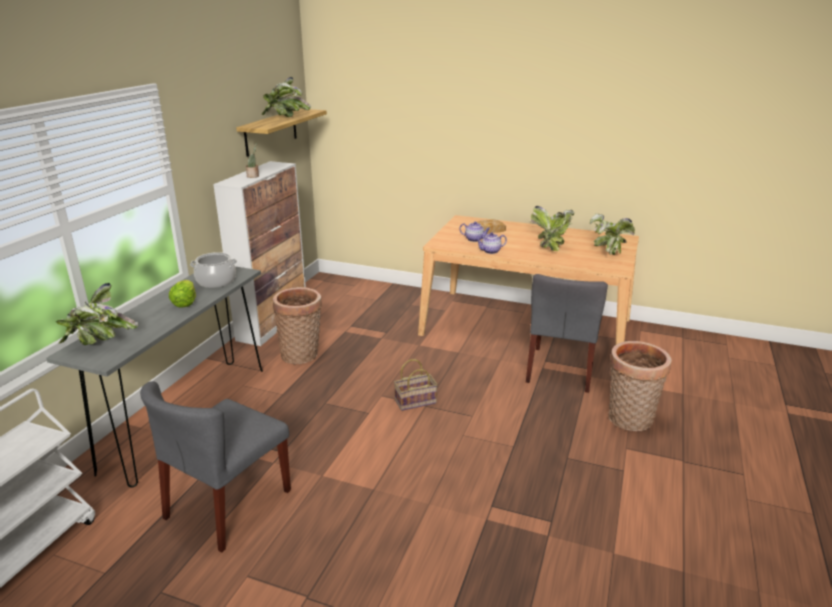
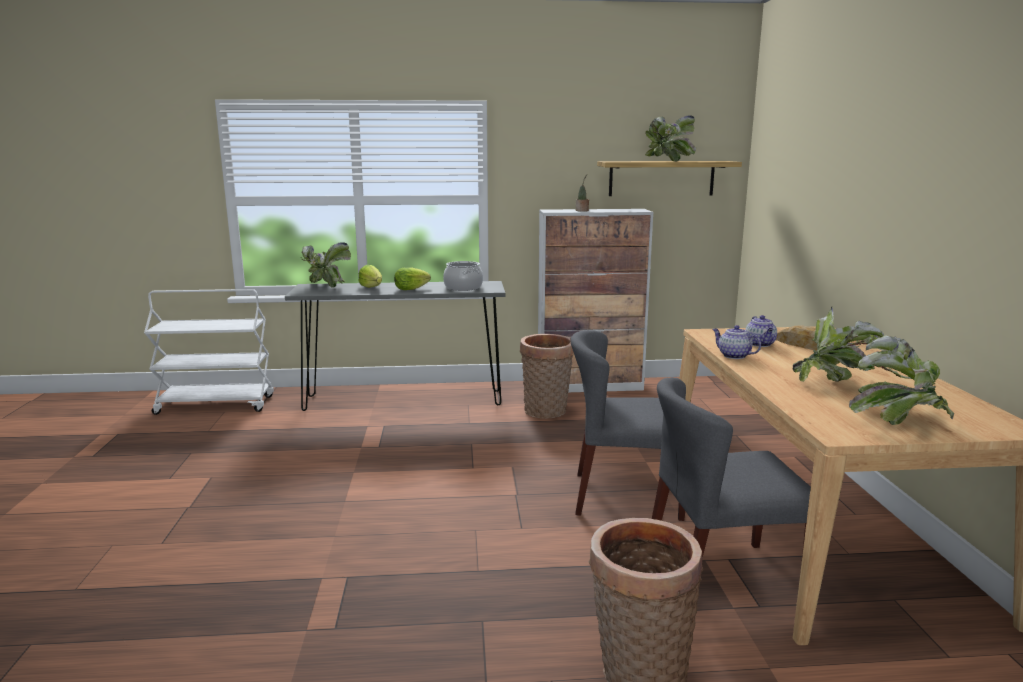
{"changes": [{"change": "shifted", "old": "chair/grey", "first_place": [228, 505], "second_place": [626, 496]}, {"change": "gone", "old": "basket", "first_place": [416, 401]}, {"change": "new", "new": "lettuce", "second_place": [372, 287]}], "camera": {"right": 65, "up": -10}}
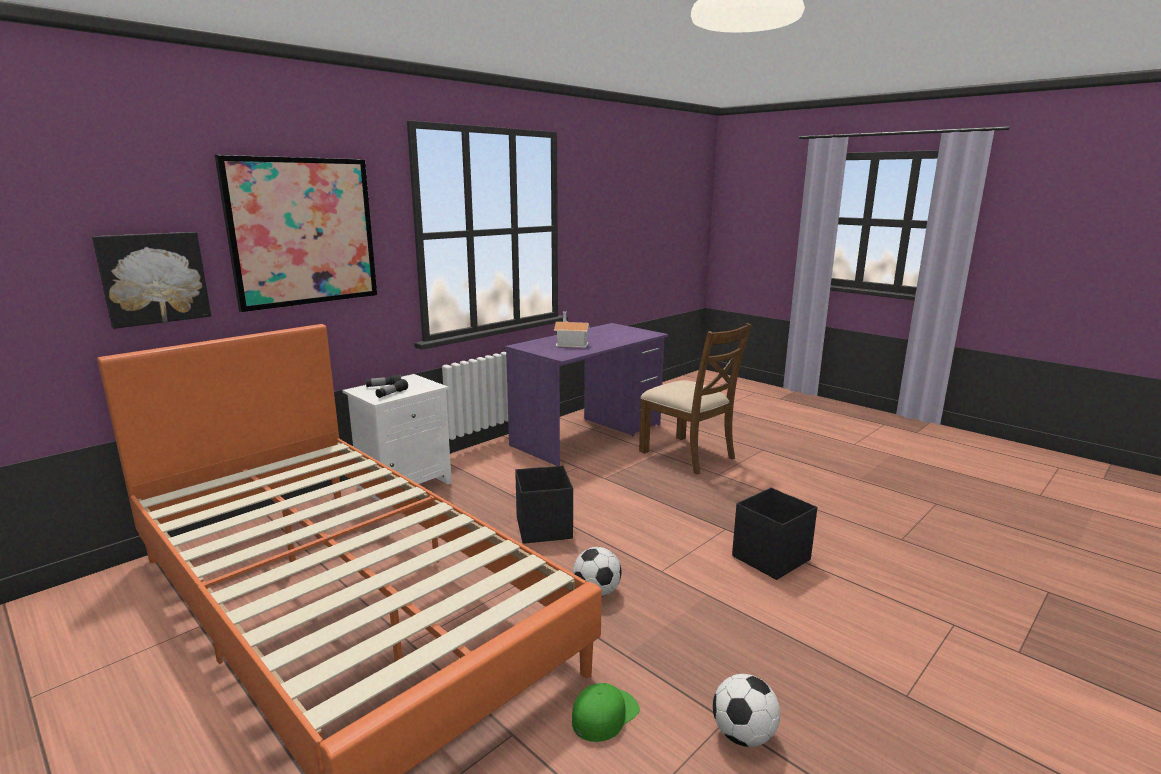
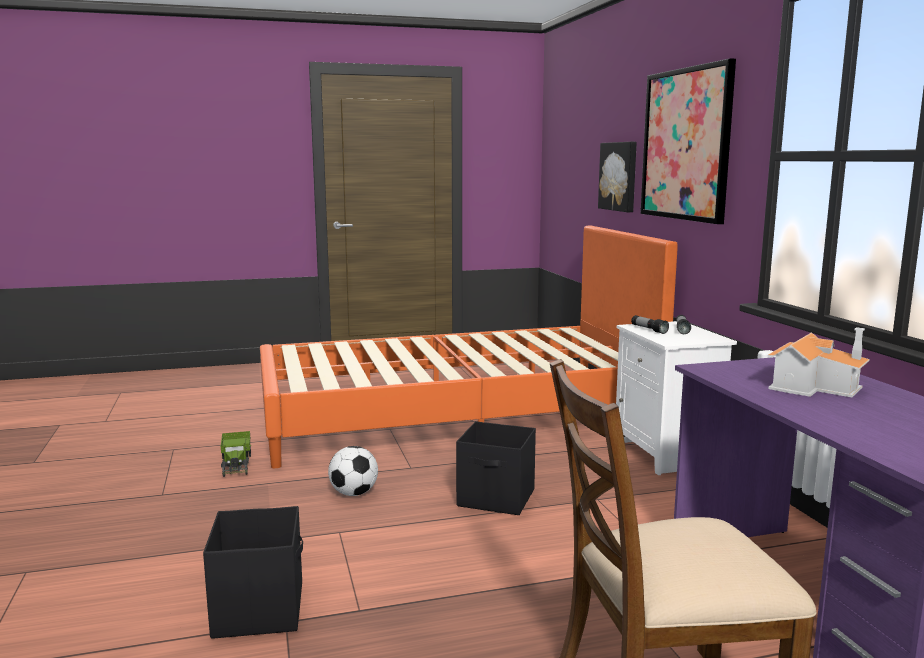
{"changes": [{"change": "swapped", "old": "cap/green", "new": "toy truck", "first_place": [604, 714], "second_place": [236, 463]}, {"change": "gone", "old": "football", "first_place": [743, 735]}], "camera": {"right": 120, "up": -5}}
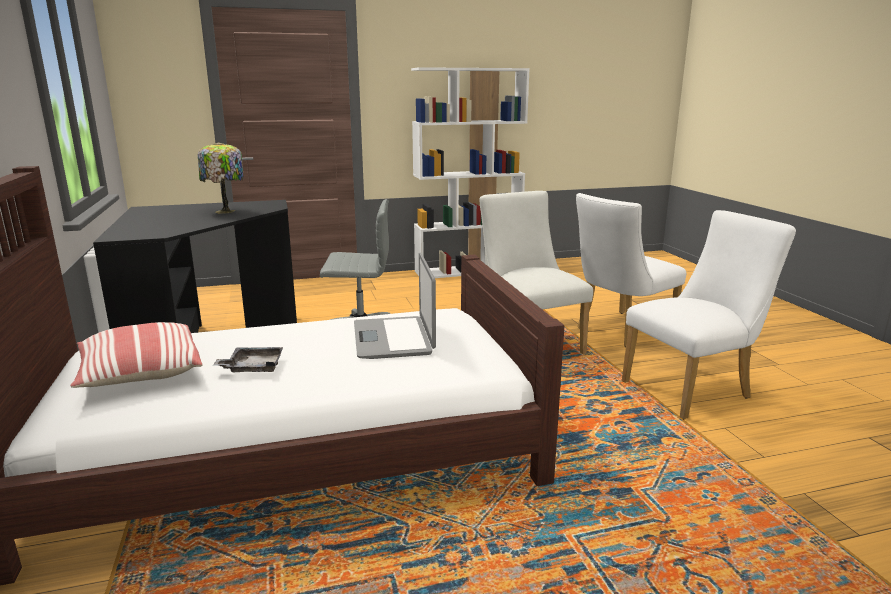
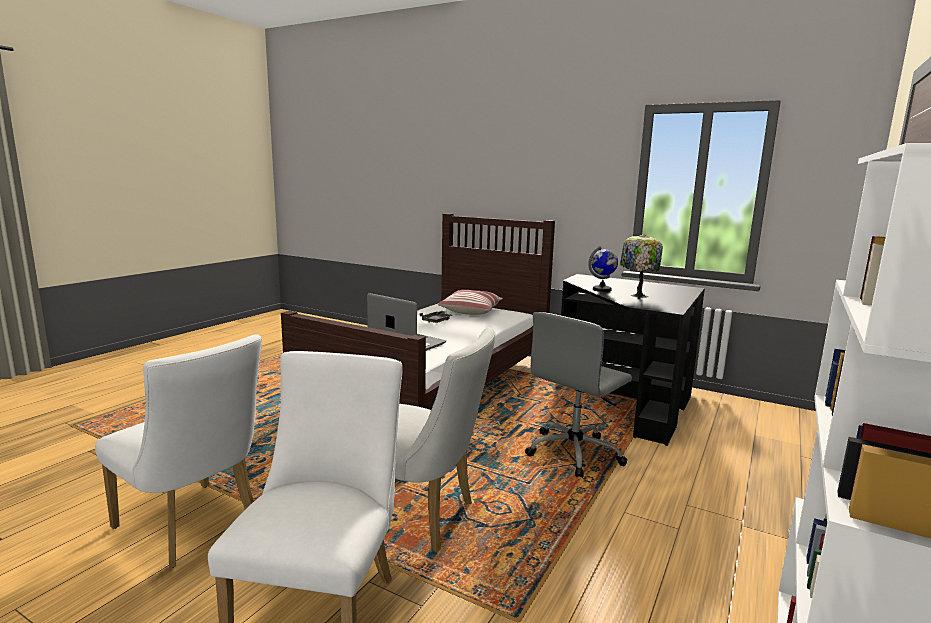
{"changes": [{"change": "rotated", "old": "chair/white", "first_place": [693, 389], "second_place": [194, 528], "degrees": -75}, {"change": "new", "new": "globe", "second_place": [602, 290]}], "camera": {"right": 135, "up": -5}}
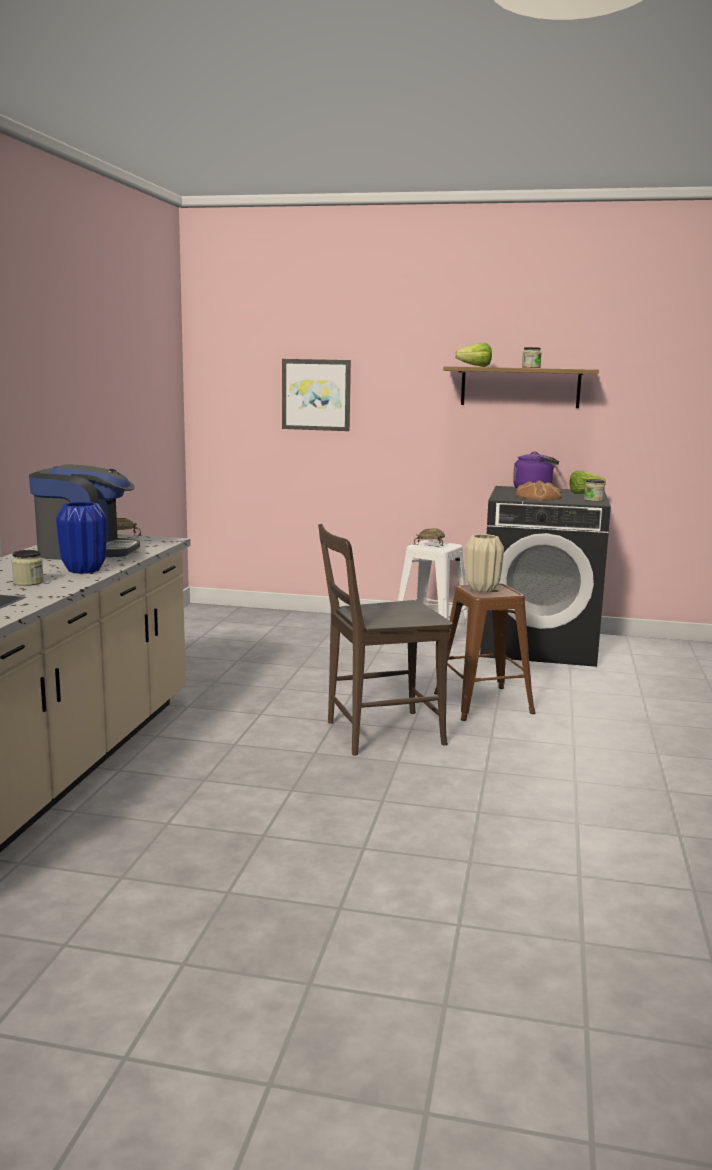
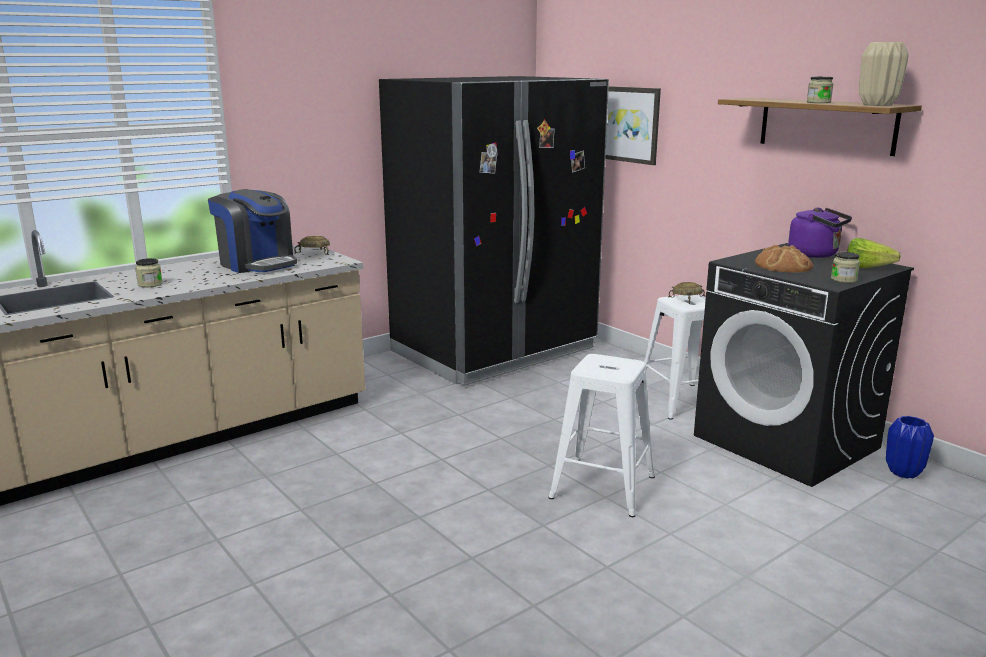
{"changes": [{"change": "shifted", "old": "vase/blue", "first_place": [84, 570], "second_place": [904, 472]}, {"change": "gone", "old": "chair/brown", "first_place": [378, 733]}, {"change": "repainted", "old": "stool/brown", "new": "stool/white", "first_place": [483, 702], "second_place": [604, 486]}, {"change": "gone", "old": "lettuce", "first_place": [472, 366]}, {"change": "shifted", "old": "vase/beige", "first_place": [482, 589], "second_place": [878, 105]}, {"change": "new", "new": "fridge/black", "second_place": [494, 350]}], "camera": {"right": 40, "up": 5}}
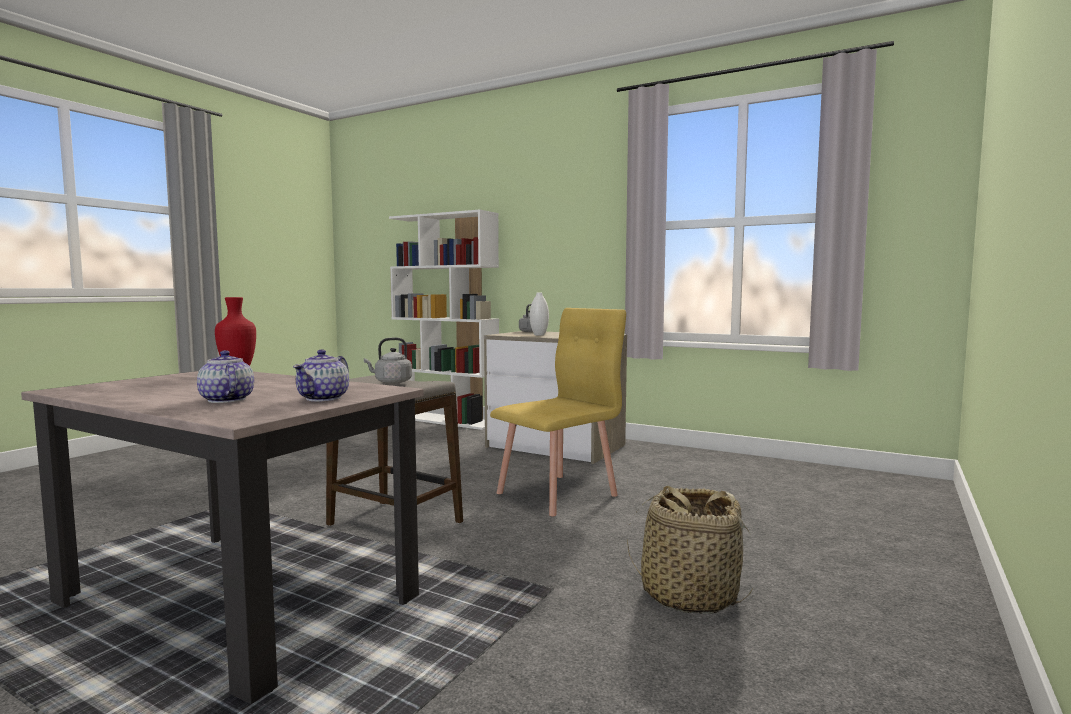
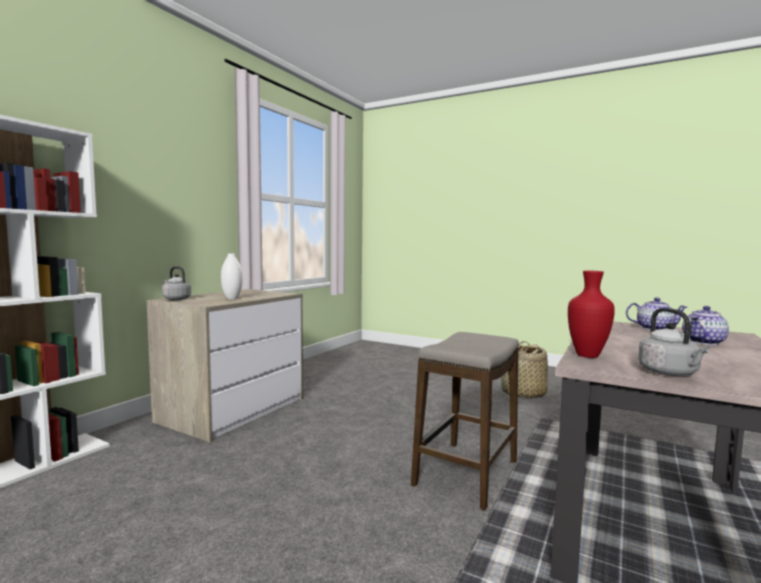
{"changes": [{"change": "shifted", "old": "kettle/grey", "first_place": [391, 382], "second_place": [670, 373]}, {"change": "gone", "old": "chair/yellow", "first_place": [558, 494]}], "camera": {"right": -90, "up": 0}}
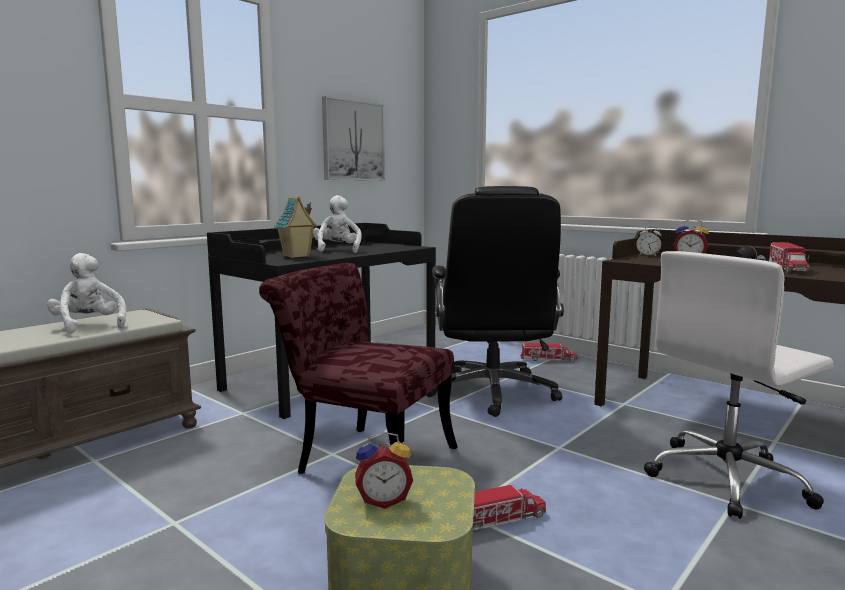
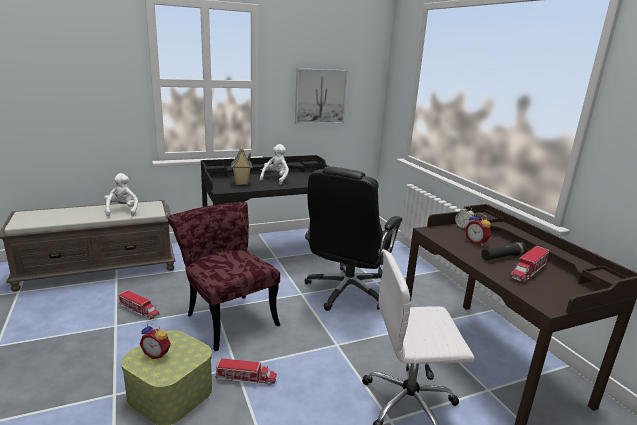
{"changes": [{"change": "shifted", "old": "toy truck", "first_place": [548, 359], "second_place": [139, 310]}], "camera": {"right": 25, "up": 10}}
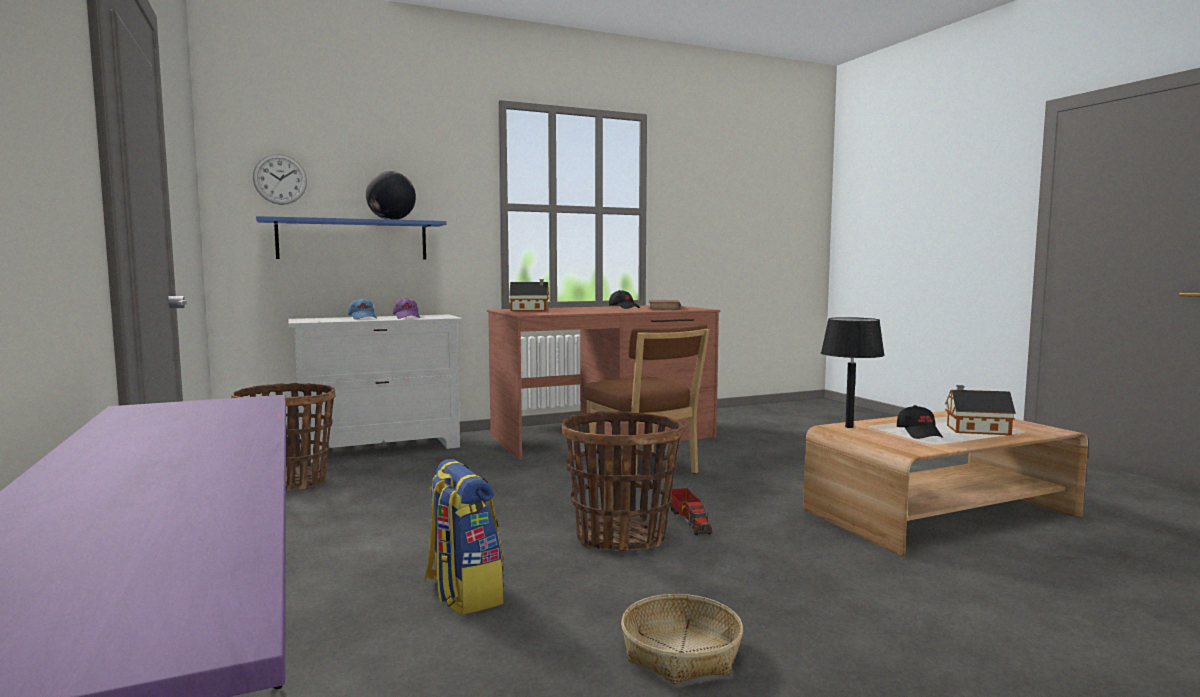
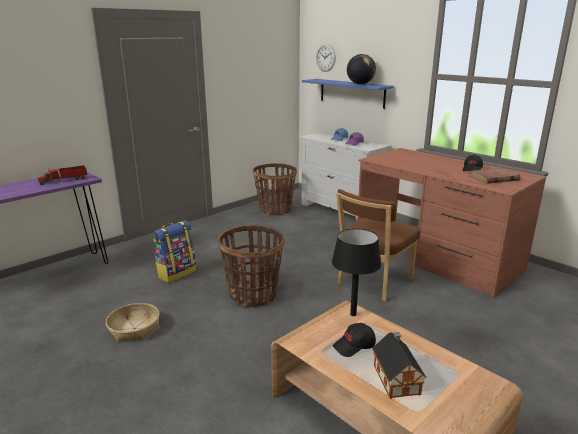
{"changes": [{"change": "gone", "old": "toy house", "first_place": [531, 310]}, {"change": "shifted", "old": "toy truck", "first_place": [689, 520], "second_place": [65, 180]}], "camera": {"right": 70, "up": 15}}
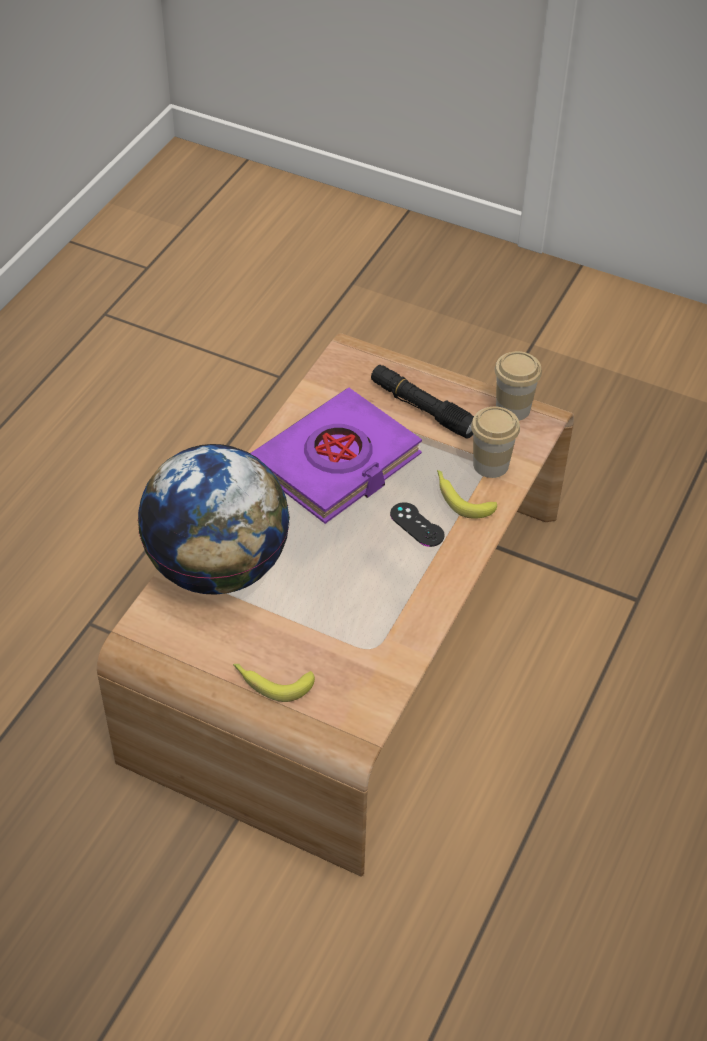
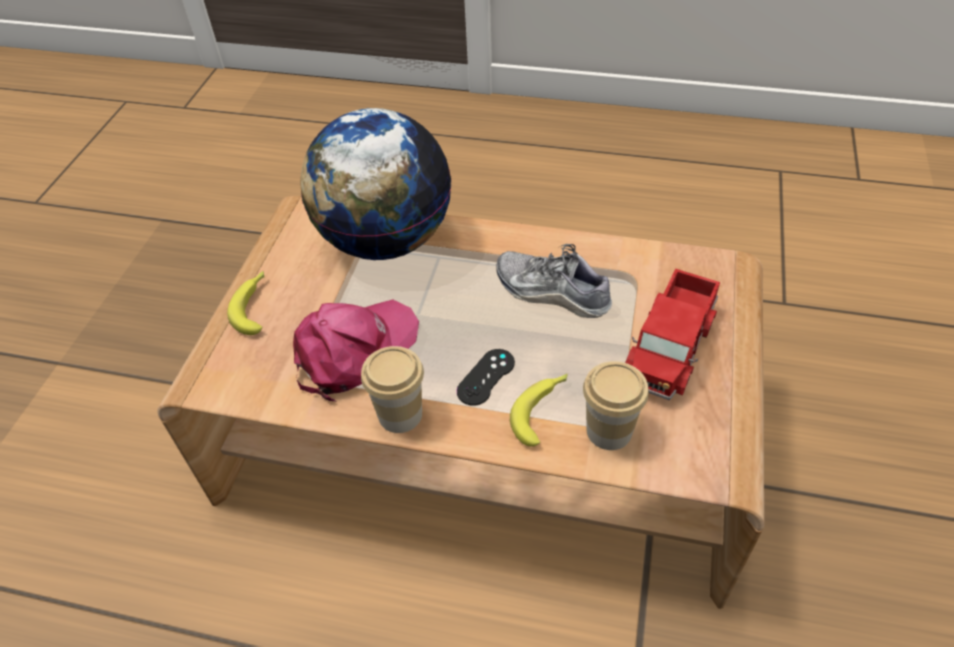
{"changes": [{"change": "swapped", "old": "book/purple", "new": "shoe", "first_place": [337, 463], "second_place": [552, 292]}, {"change": "swapped", "old": "flashlight/black", "new": "toy truck", "first_place": [422, 408], "second_place": [670, 347]}, {"change": "shifted", "old": "cup", "first_place": [513, 408], "second_place": [400, 414]}, {"change": "new", "new": "cap/pink", "second_place": [354, 351]}], "camera": {"right": 80, "up": 0}}
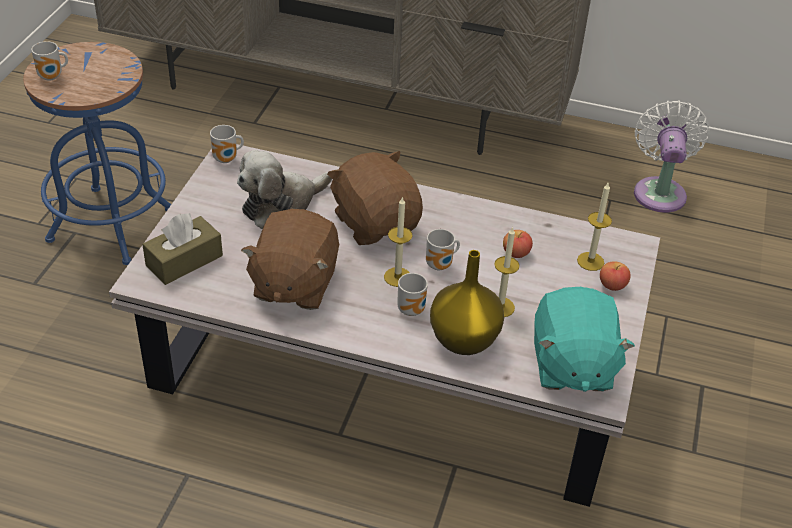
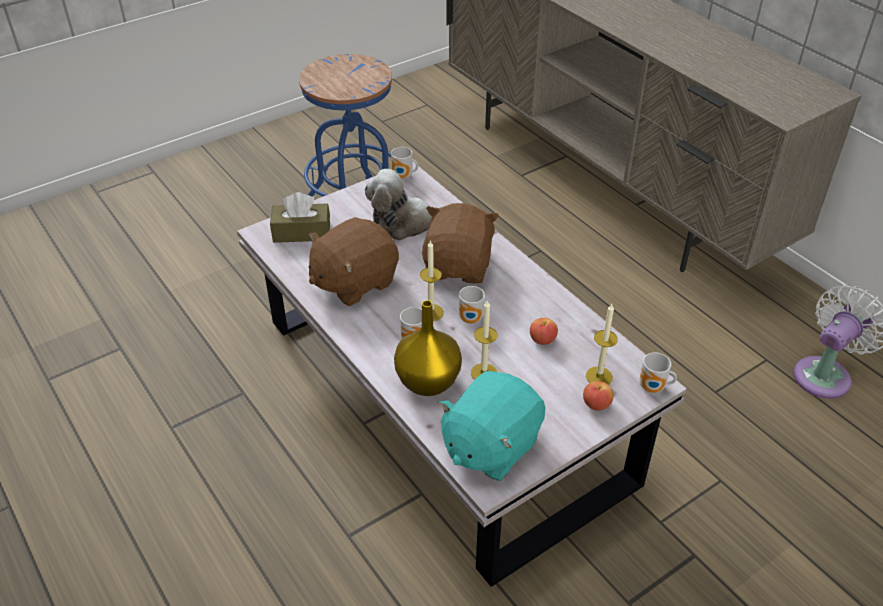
{"changes": [{"change": "shifted", "old": "mug", "first_place": [52, 77], "second_place": [653, 388]}], "camera": {"right": 40, "up": 0}}
